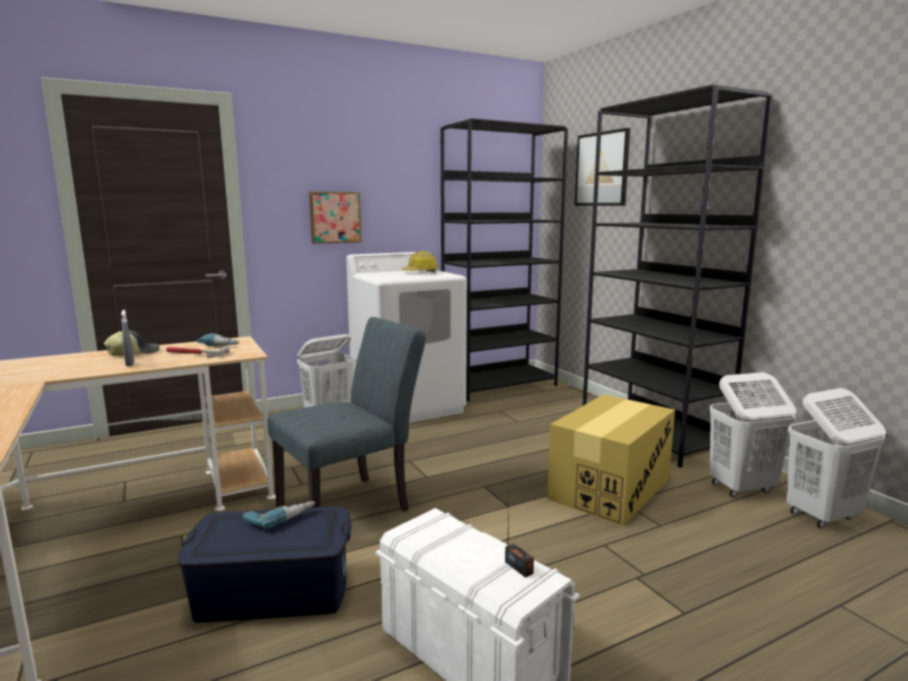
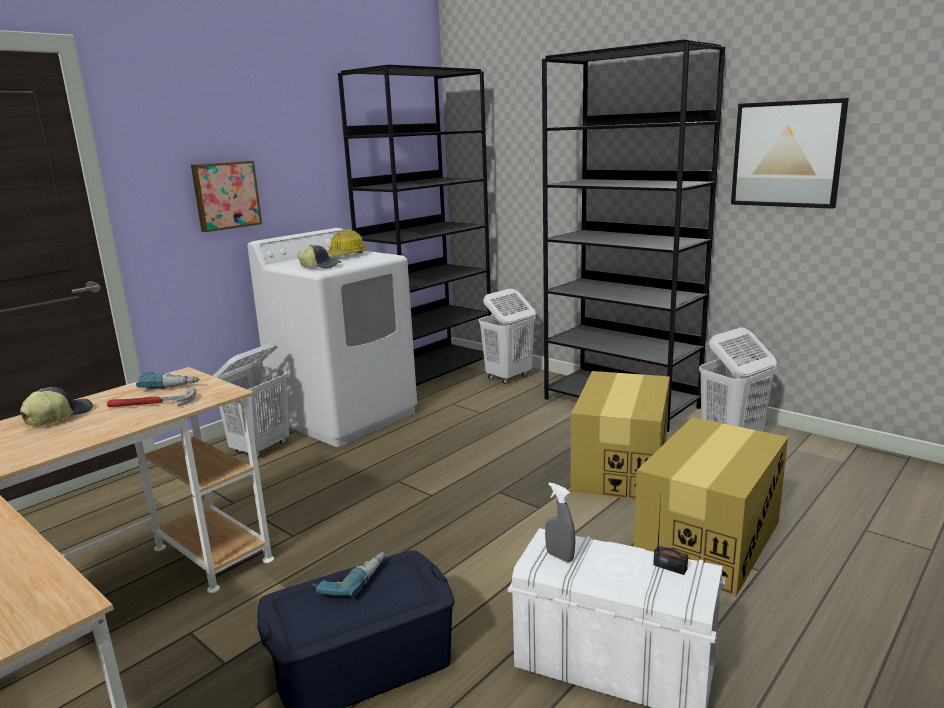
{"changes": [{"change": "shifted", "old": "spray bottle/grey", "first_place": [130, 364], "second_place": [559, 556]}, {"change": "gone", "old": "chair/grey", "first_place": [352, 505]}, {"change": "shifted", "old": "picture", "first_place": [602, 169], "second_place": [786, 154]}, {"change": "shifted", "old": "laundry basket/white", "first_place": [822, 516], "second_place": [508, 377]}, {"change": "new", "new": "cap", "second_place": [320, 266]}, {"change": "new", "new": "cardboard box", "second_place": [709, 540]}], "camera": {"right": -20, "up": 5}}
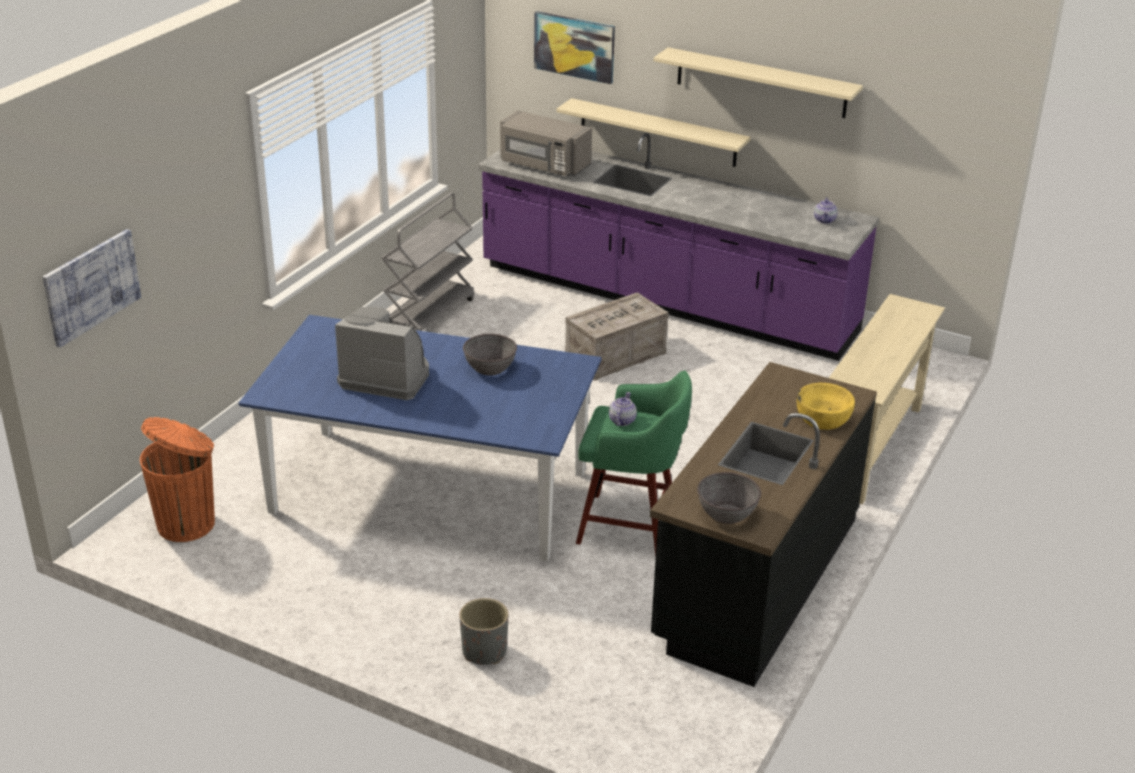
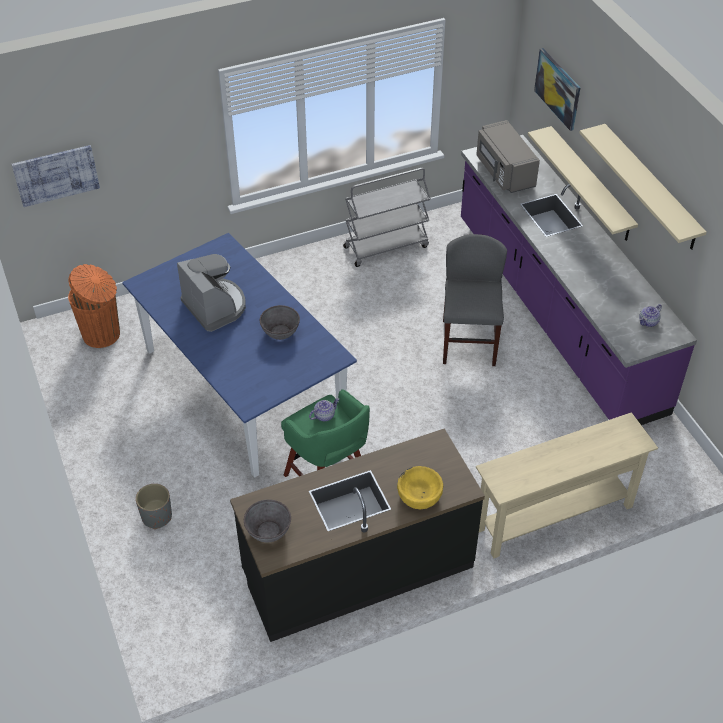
{"changes": [{"change": "swapped", "old": "crate", "new": "chair/grey", "first_place": [616, 355], "second_place": [469, 343]}], "camera": {"right": 40, "up": 15}}
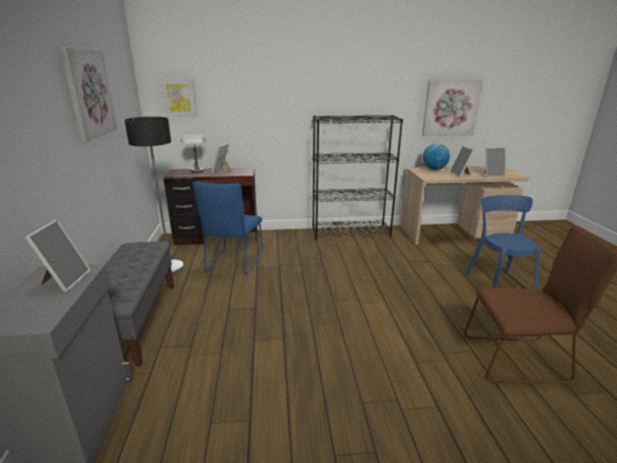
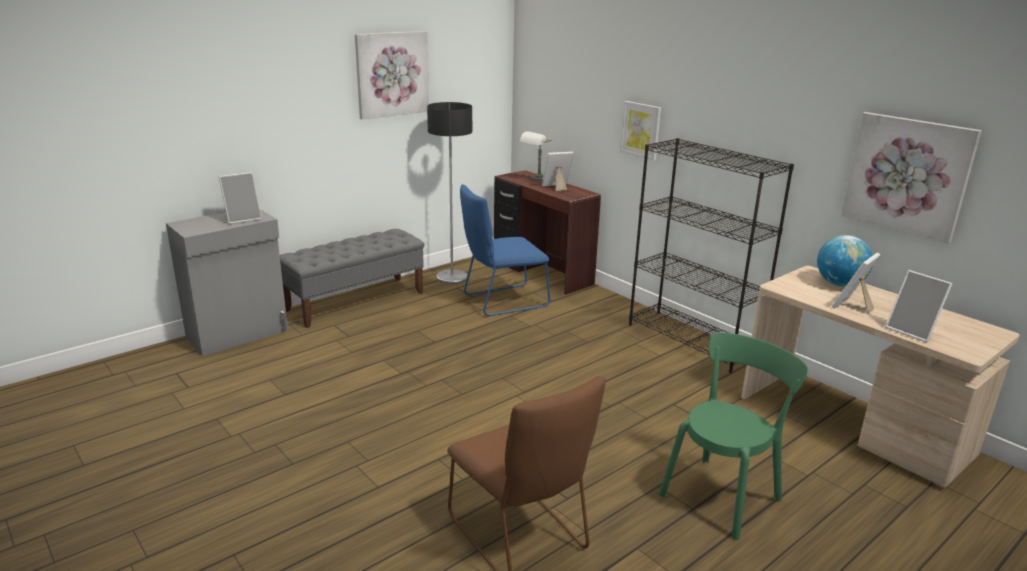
{"changes": [{"change": "shifted", "old": "picture", "first_place": [179, 97], "second_place": [641, 130]}, {"change": "repainted", "old": "chair/blue", "new": "chair/green", "first_place": [497, 282], "second_place": [723, 494]}], "camera": {"right": 55, "up": 0}}
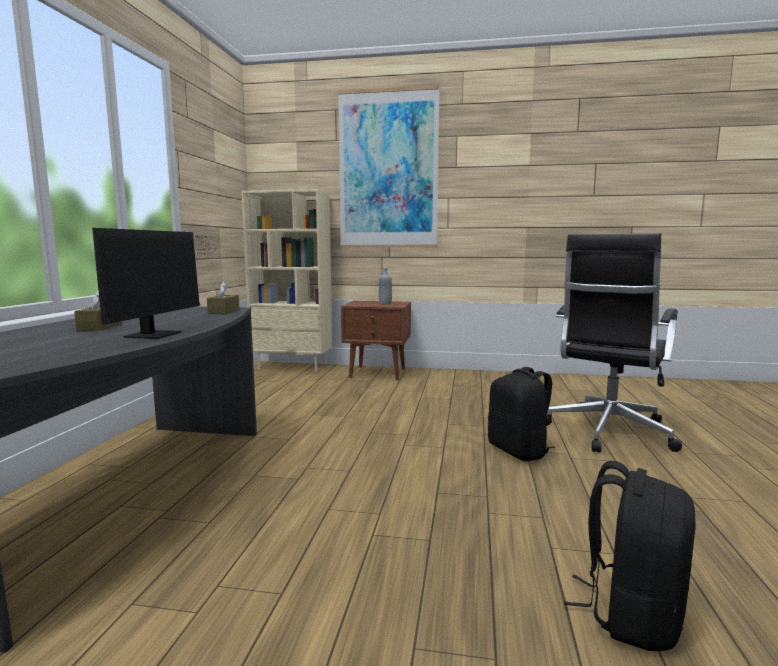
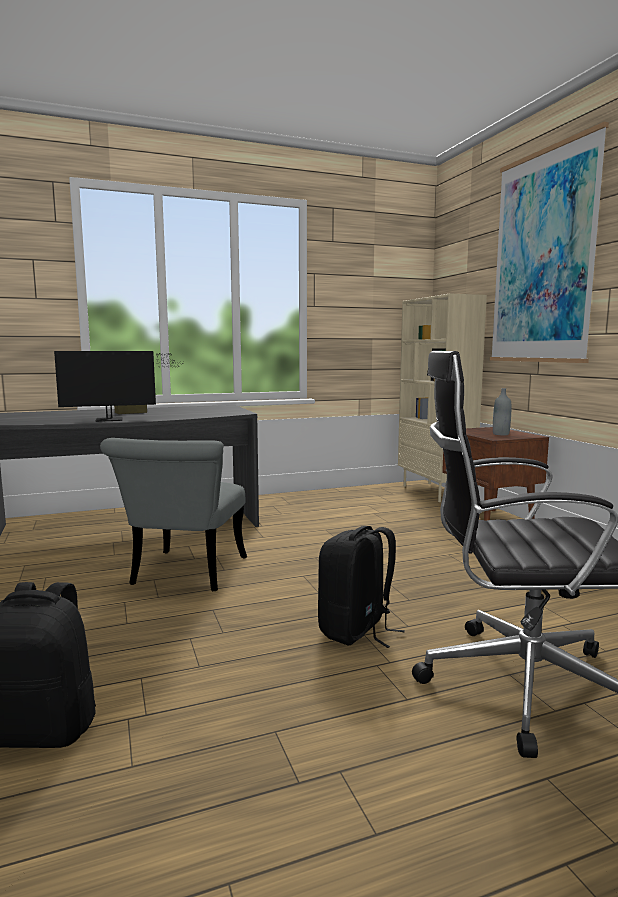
{"changes": [{"change": "gone", "old": "tissue box/brown", "first_place": [224, 311]}, {"change": "new", "new": "chair/grey", "second_place": [184, 575]}], "camera": {"right": 60, "up": 0}}
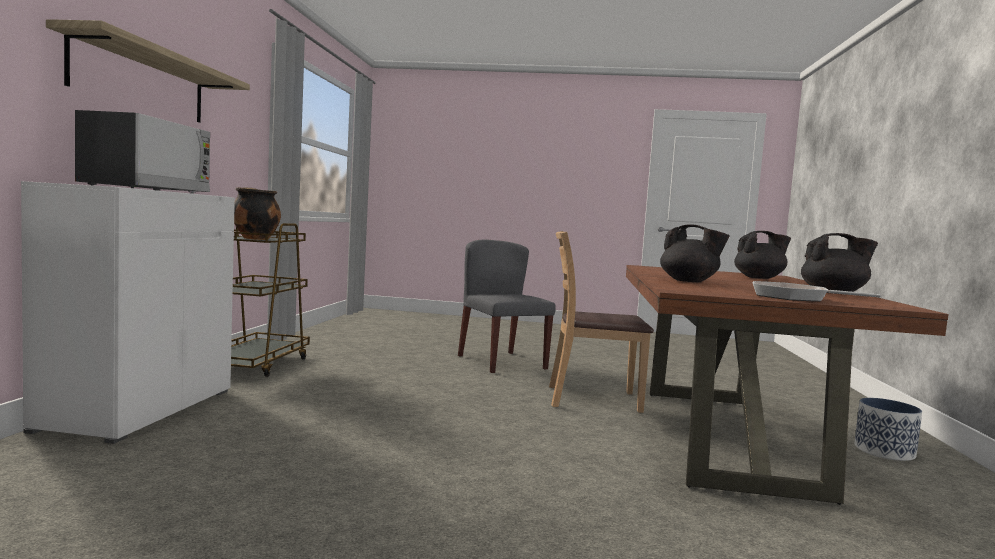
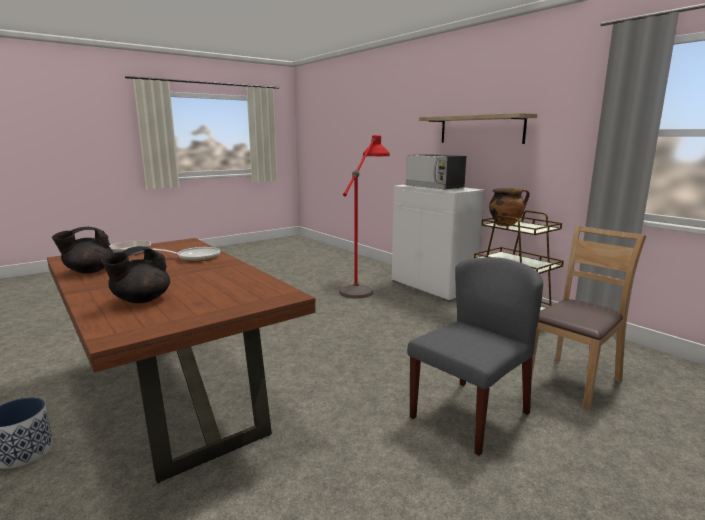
{"changes": [{"change": "rotated", "old": "chair/grey", "first_place": [501, 362], "second_place": [470, 414], "degrees": -60}, {"change": "shifted", "old": "chair/brown", "first_place": [592, 399], "second_place": [572, 381]}, {"change": "swapped", "old": "teapot/black", "new": "frying pan", "first_place": [689, 281], "second_place": [195, 257]}, {"change": "new", "new": "floor lamp/red", "second_place": [364, 285]}], "camera": {"right": 135, "up": 10}}
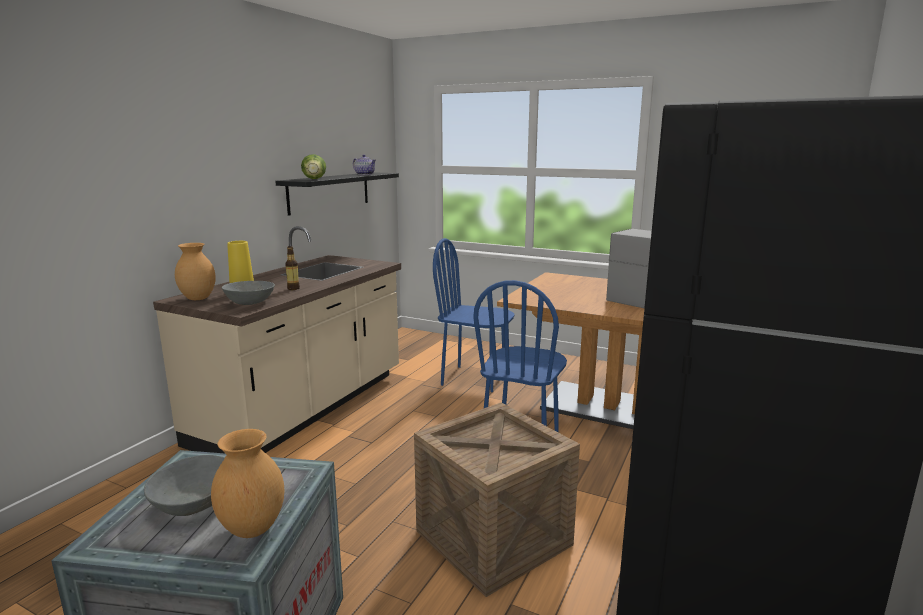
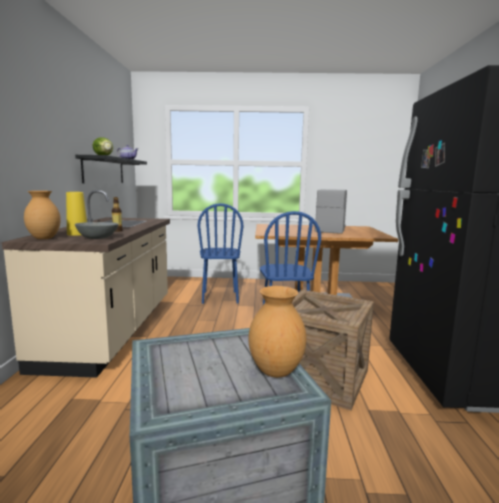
{"changes": [{"change": "gone", "old": "bowl/grey", "first_place": [193, 503]}, {"change": "rotated", "old": "chair/blue", "first_place": [474, 379], "second_place": [220, 297], "degrees": -90}], "camera": {"right": -25, "up": -5}}
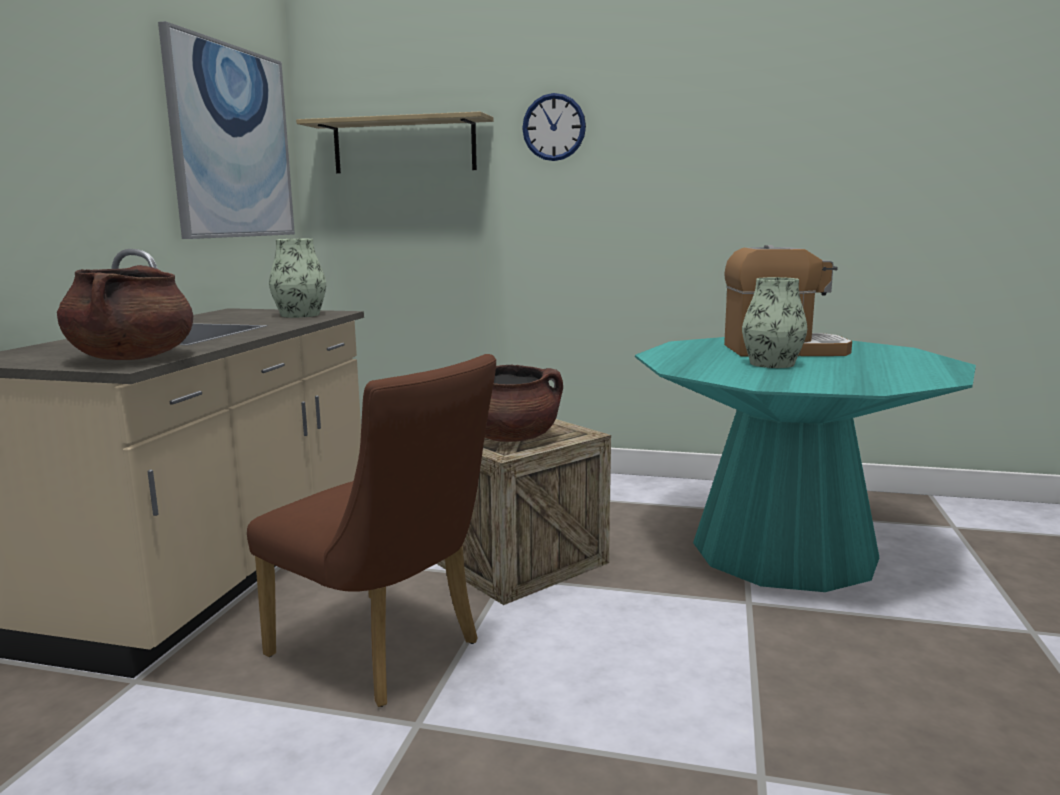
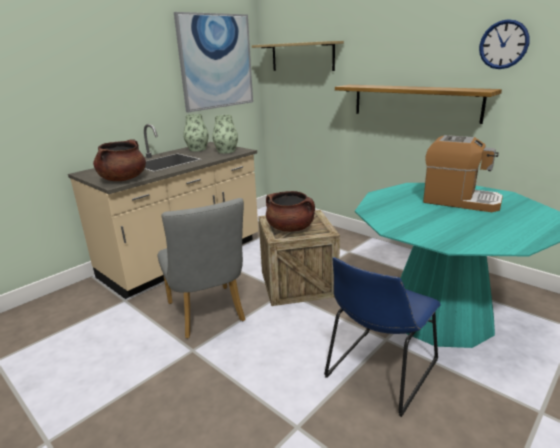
{"changes": [{"change": "repainted", "old": "chair/brown", "new": "chair/grey", "first_place": [386, 653], "second_place": [208, 315]}, {"change": "shifted", "old": "wall clock", "first_place": [554, 127], "second_place": [503, 44]}, {"change": "shifted", "old": "vase", "first_place": [771, 364], "second_place": [197, 149]}, {"change": "new", "new": "chair/blue", "second_place": [379, 371]}, {"change": "new", "new": "shelf", "second_place": [414, 102]}], "camera": {"right": 30, "up": 10}}
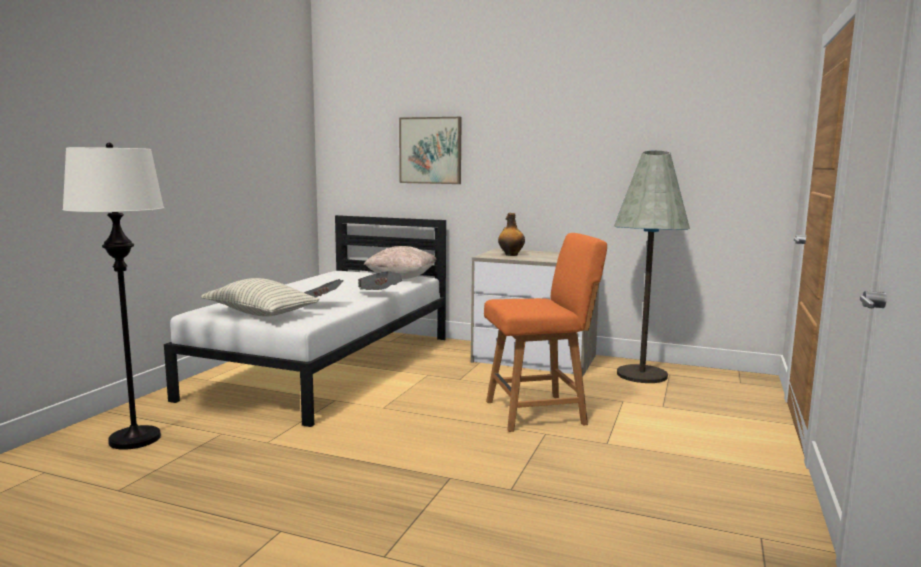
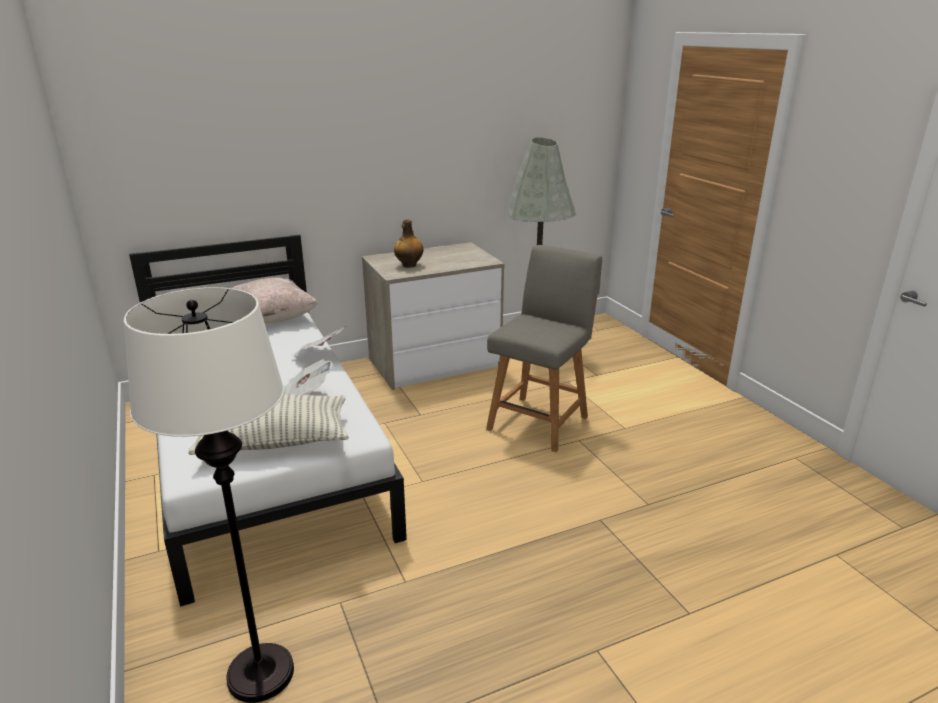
{"changes": [{"change": "gone", "old": "picture", "first_place": [430, 150]}, {"change": "repainted", "old": "chair/orange", "new": "chair/grey", "first_place": [539, 412], "second_place": [539, 421]}], "camera": {"right": -45, "up": 15}}
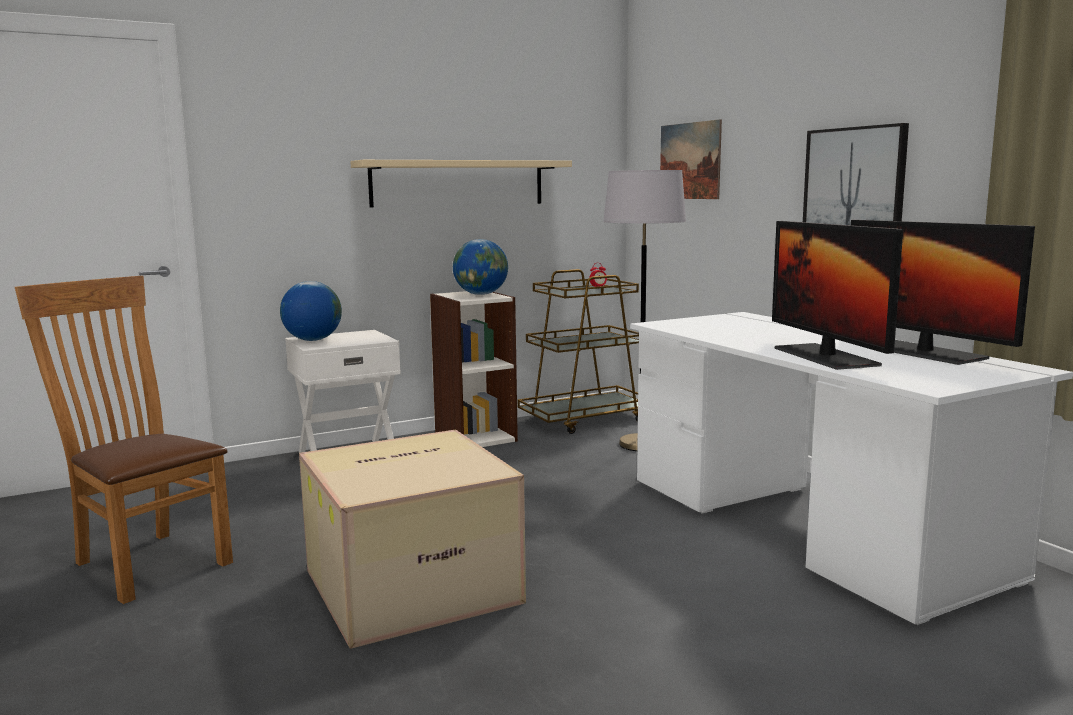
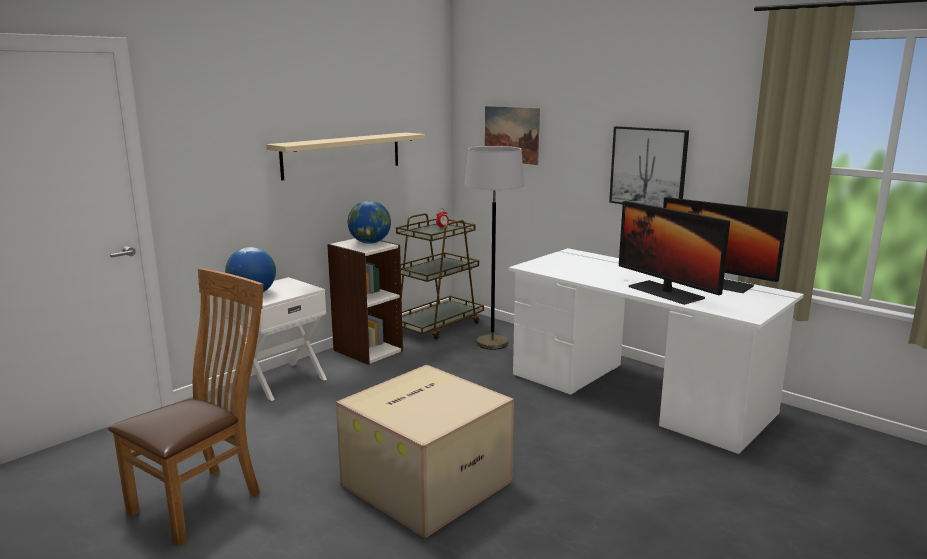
{"changes": [{"change": "rotated", "old": "chair/brown", "first_place": [146, 561], "second_place": [203, 500], "degrees": 105}], "camera": {"right": -20, "up": 5}}
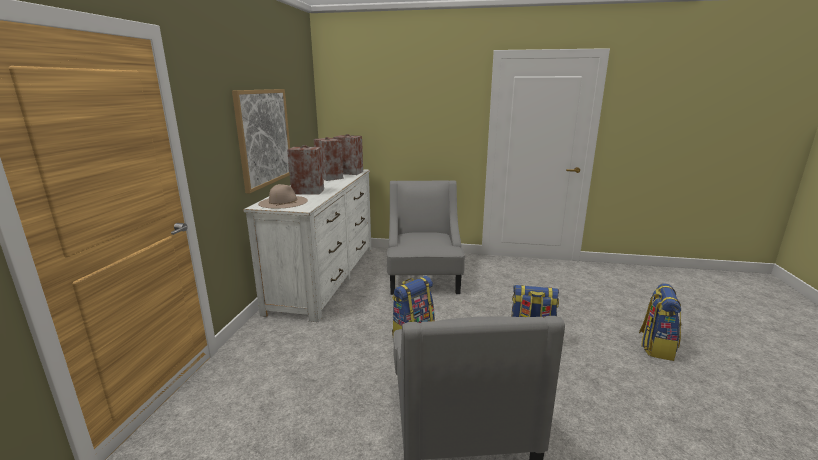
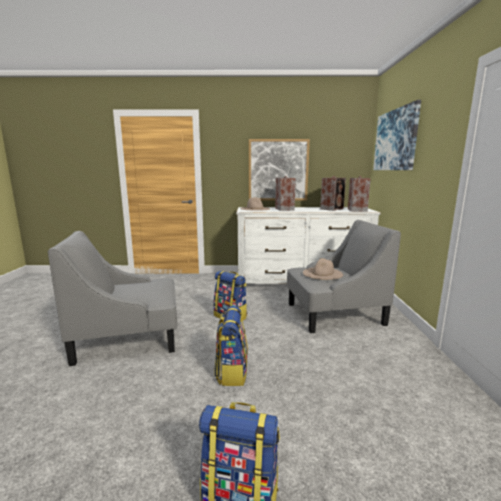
{"changes": [{"change": "new", "new": "hat/beige", "second_place": [322, 273]}, {"change": "new", "new": "picture", "second_place": [395, 140]}], "camera": {"right": 80, "up": -5}}
